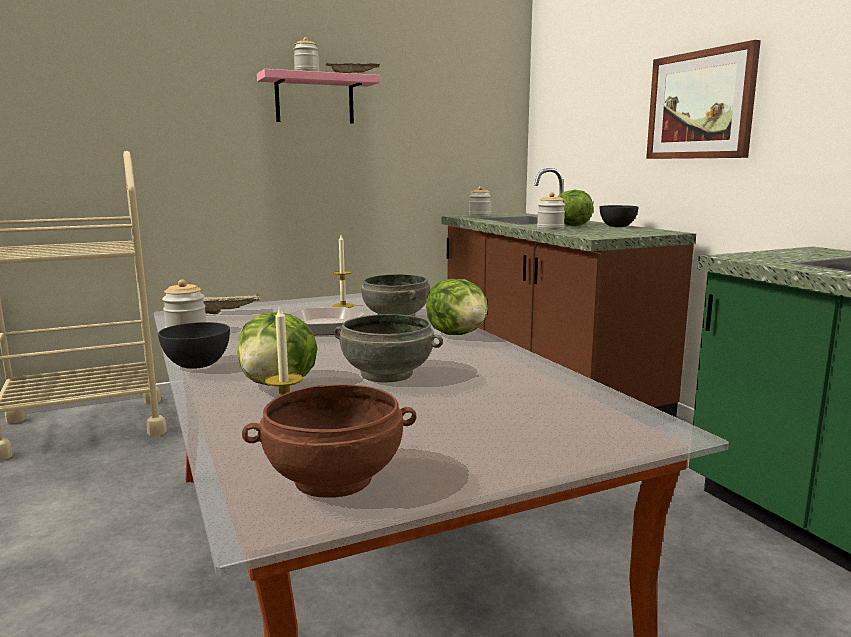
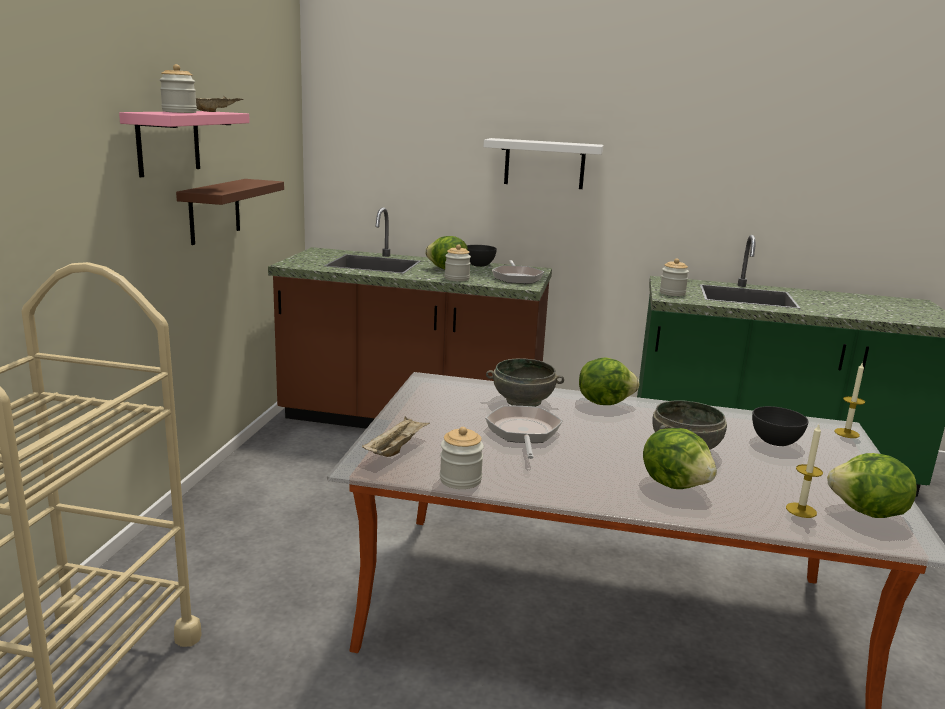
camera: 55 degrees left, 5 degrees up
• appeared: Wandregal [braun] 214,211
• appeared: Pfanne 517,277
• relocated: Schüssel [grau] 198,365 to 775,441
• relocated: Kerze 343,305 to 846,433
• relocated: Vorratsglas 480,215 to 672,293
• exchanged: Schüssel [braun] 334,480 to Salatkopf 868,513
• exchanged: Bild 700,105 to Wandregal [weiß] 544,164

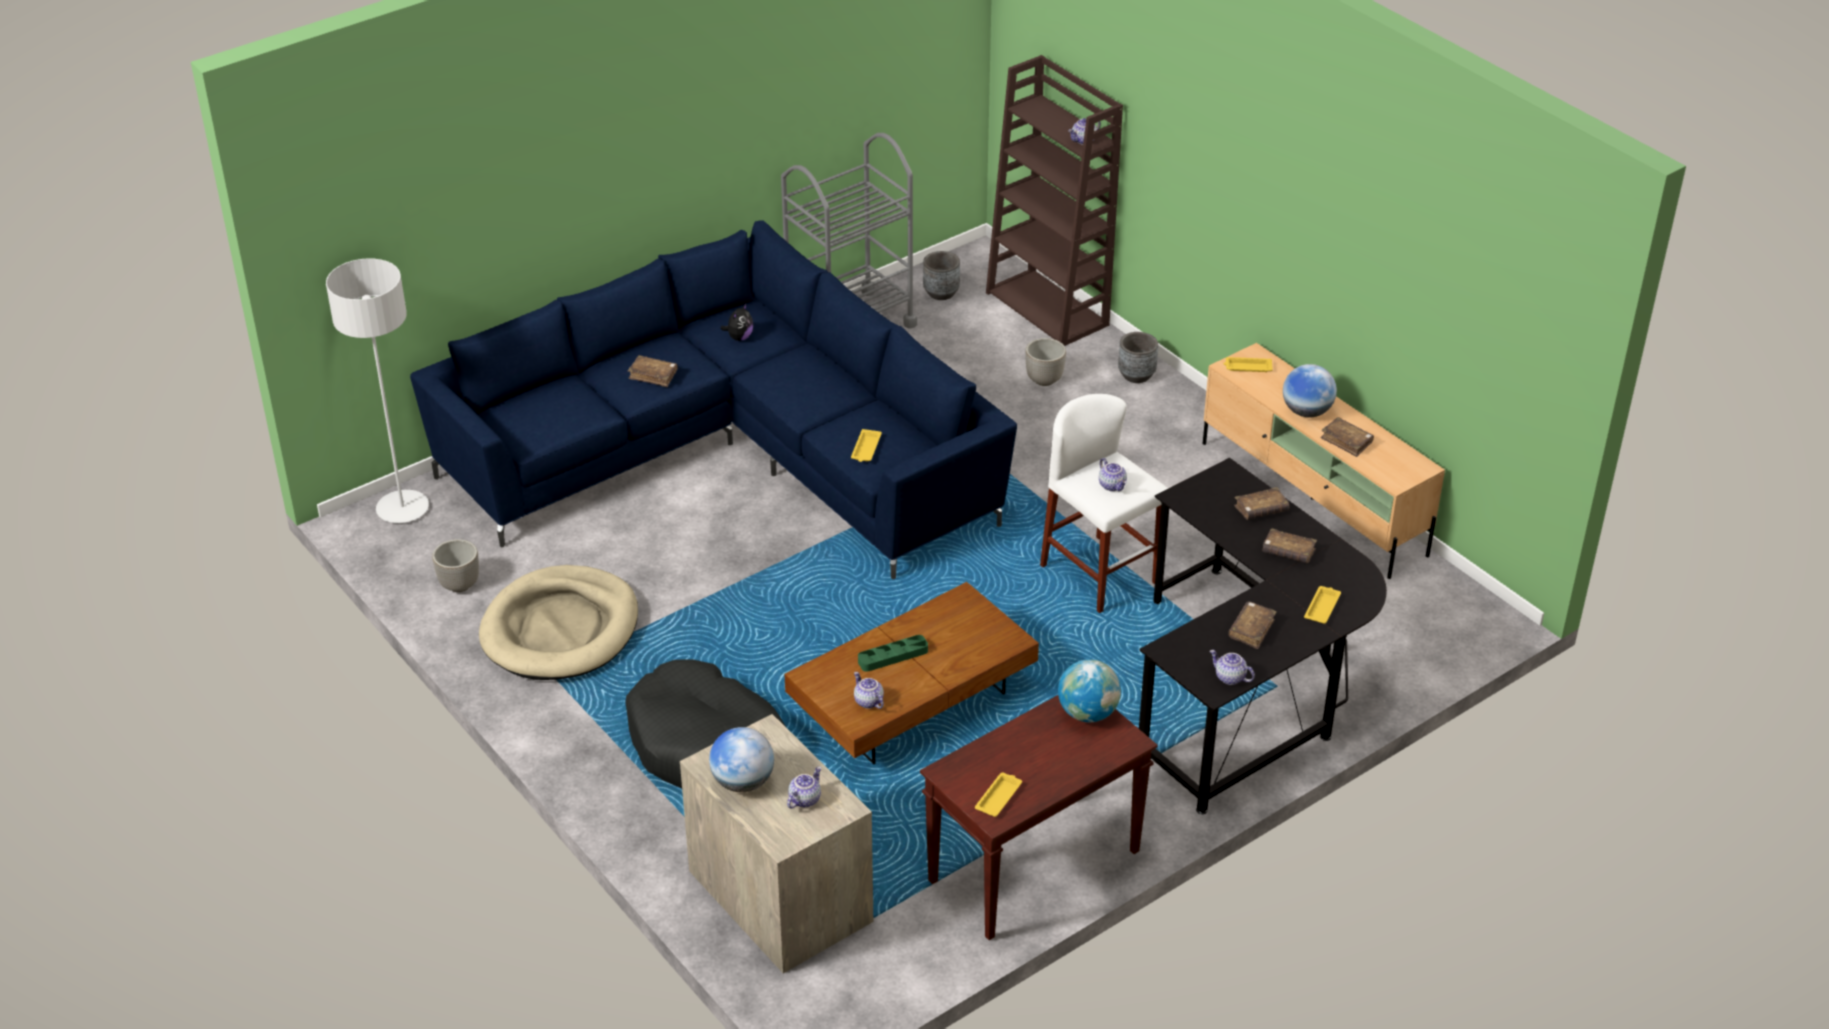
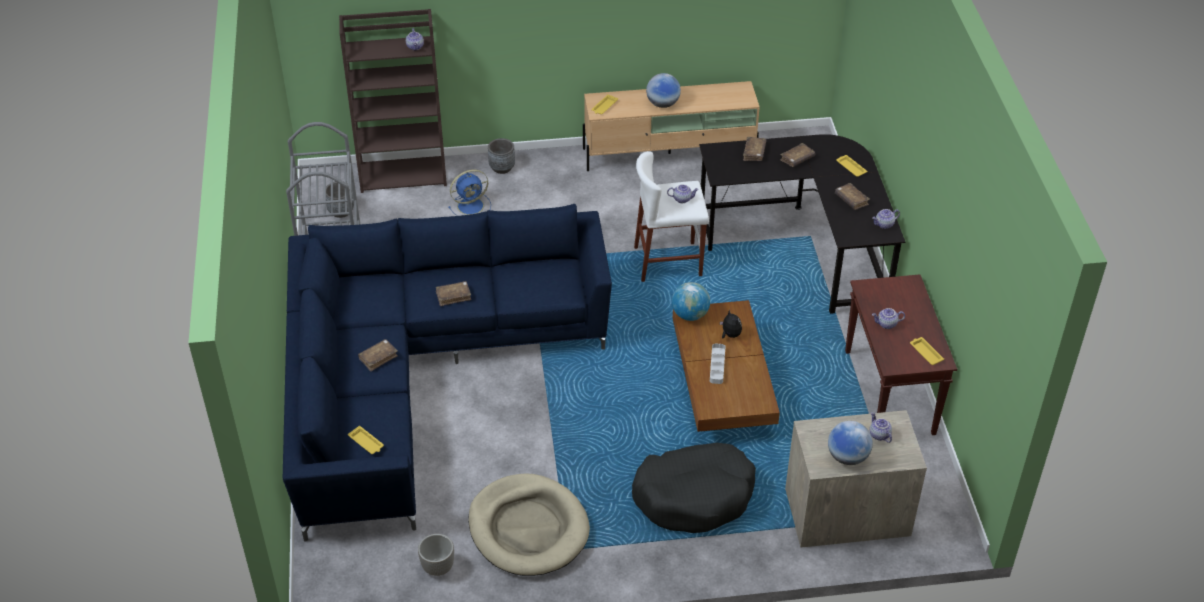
camera: 60 degrees left, 5 degrees up
• missing: Stehlampe [grau] 402,509
• relocated: Plüschtier 739,337 to 730,335
• relocated: Tablett [gelb] 866,449 to 366,442
• relocated: Teekanne 868,701 to 886,324
• relocated: Globus 1088,713 to 690,315
• relocated: Buch [braun] 1346,441 to 453,296
• exchanged: Pflanzkübel 1045,380 to Ventilator [blau] 471,205
• colour: Tablett [grün] 893,656 to Tablett [grau] 717,365

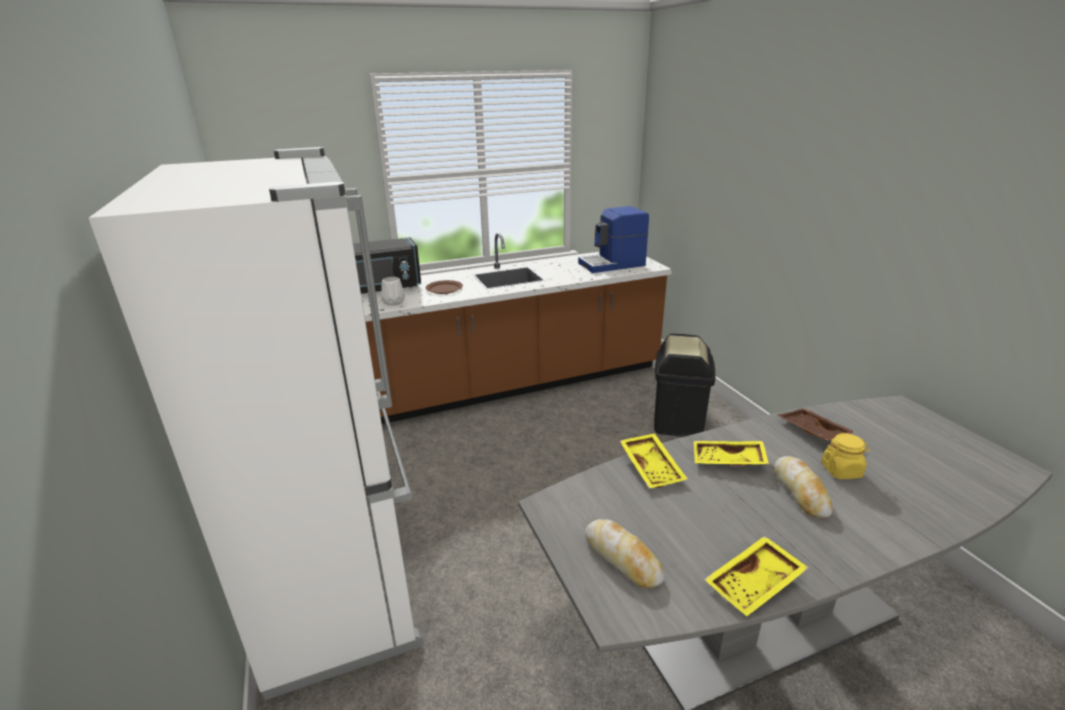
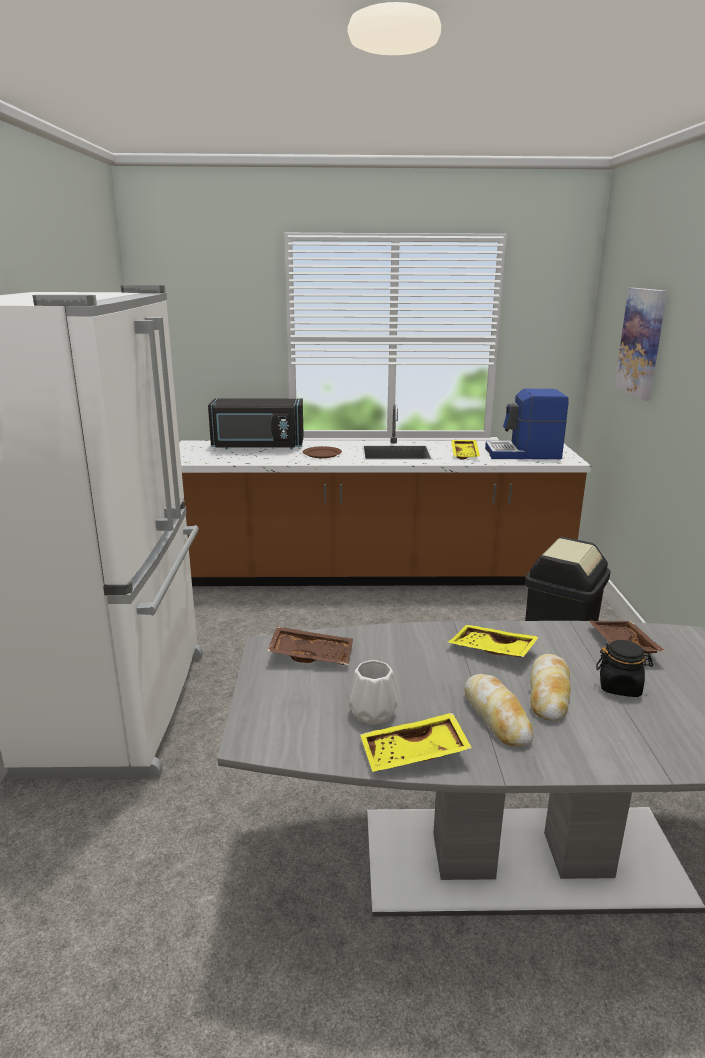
camera: 20 degrees right, 5 degrees down
• appeared: Tablett [braun] 311,654
• appeared: Bild 641,342
• relocated: Vase [weiß] 393,302 to 371,713
• relocated: Brot 622,558 to 496,716
• relocated: Tablett [gelb] 652,467 to 465,454
• colour: Vorratsglas [gelb] 841,470 to Vorratsglas [schwarz] 620,687

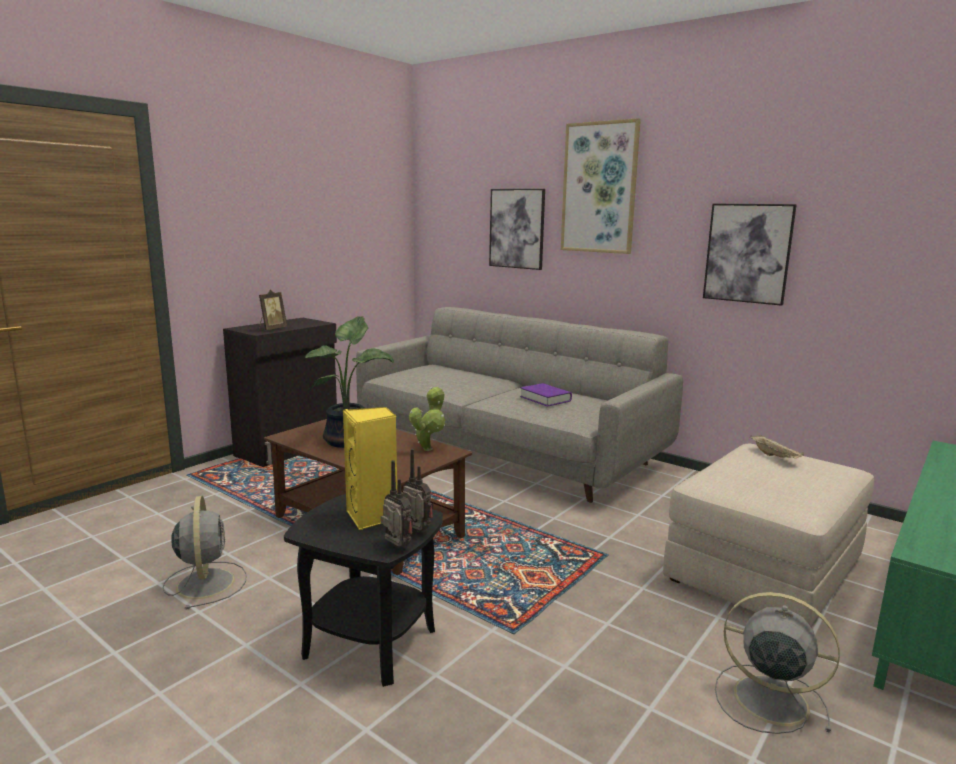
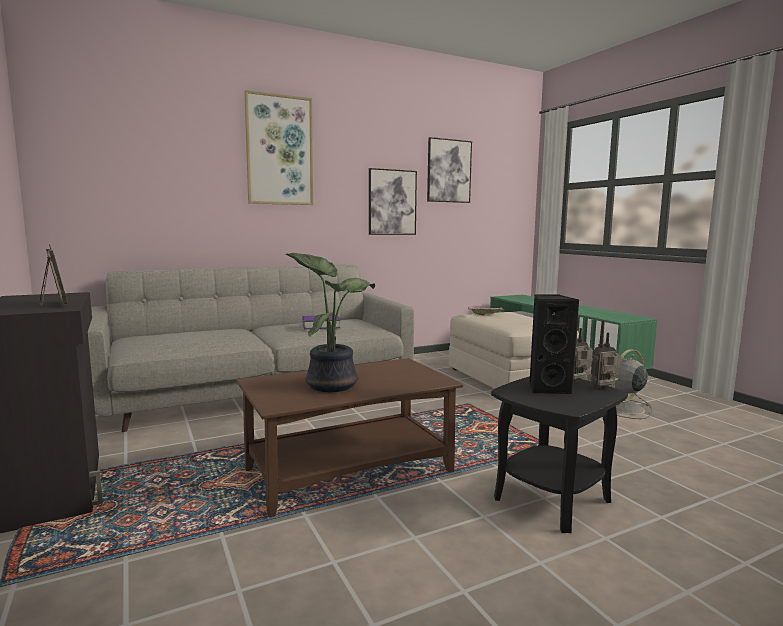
camera: 65 degrees left, 5 degrees down
• missing: Ventilator [grau] 206,582
• missing: Topfpflanze 428,448
• relocated: Bild 517,228 to 449,171
• colour: Lautsprecher [gelb] 372,517 to Lautsprecher [schwarz] 547,388

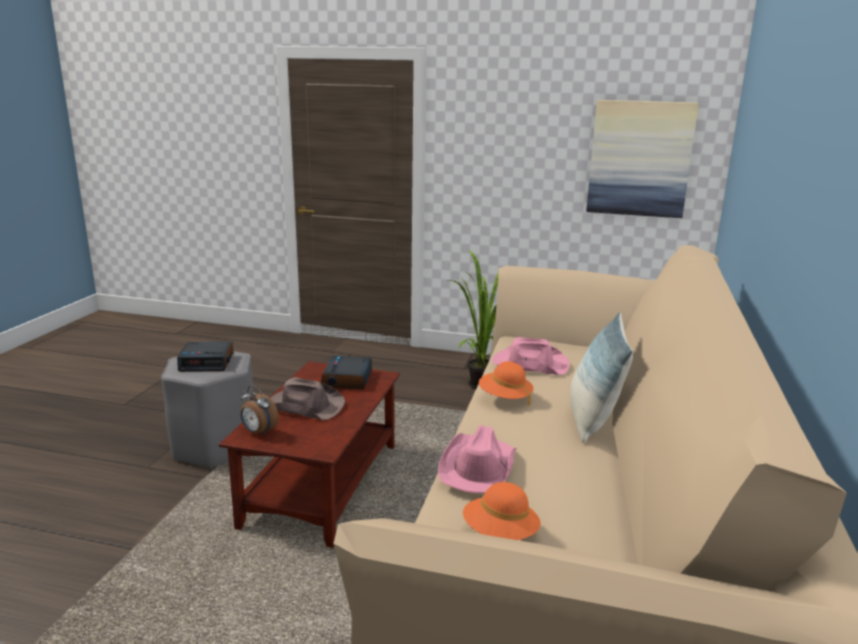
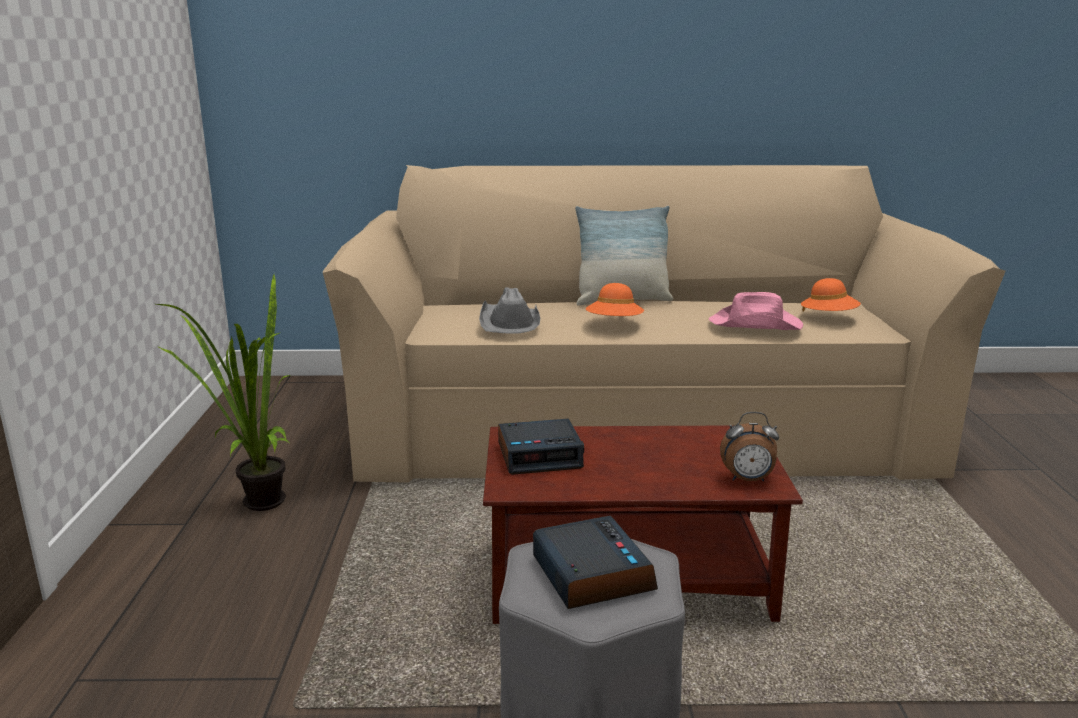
camera: 105 degrees left, 0 degrees up
• missing: Hut [braun] 305,405
• missing: Bild 639,159
• colour: Hut [rosa] 529,364 to Hut [grau] 510,322
• spun: Wecker 258,432 = 747,480 75 degrees clockwise

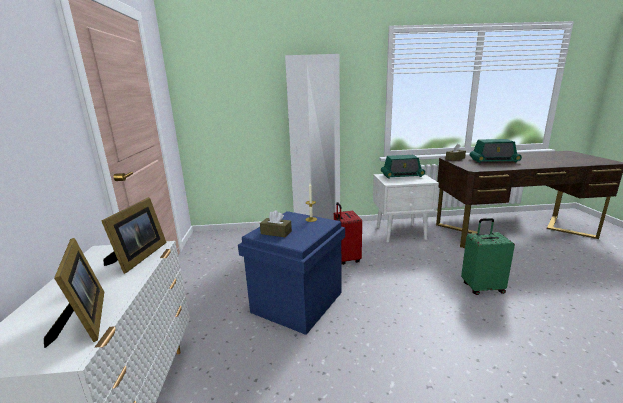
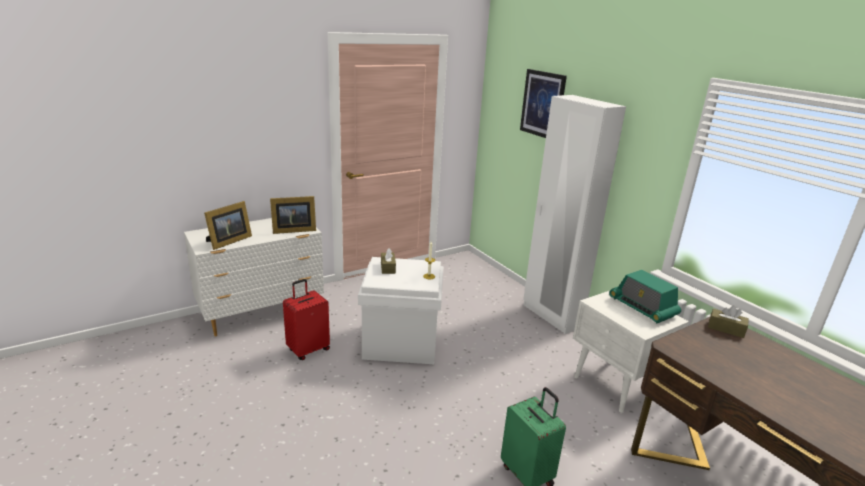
camera: 60 degrees right, 5 degrees up
• missing: Radio 493,161
• appeared: Bild 542,104
• relocated: Koffer [rot] 346,258 to 308,349
• colour: Aufbewahrungsbox [blau] 297,303 to Aufbewahrungsbox [weiß] 400,343

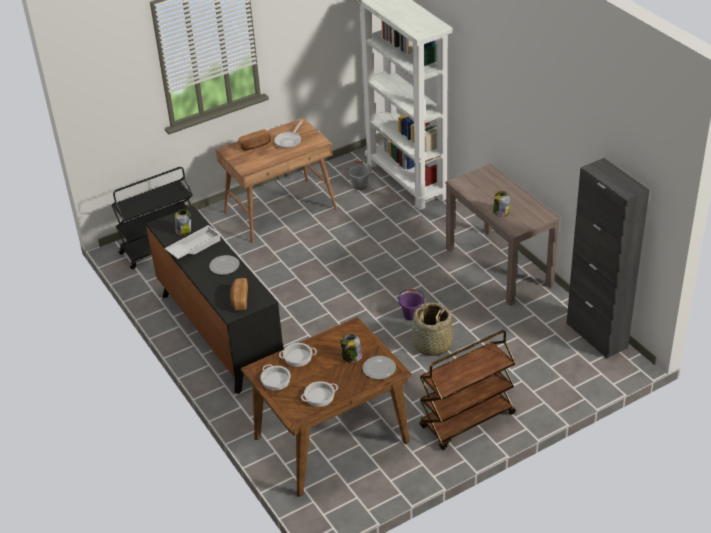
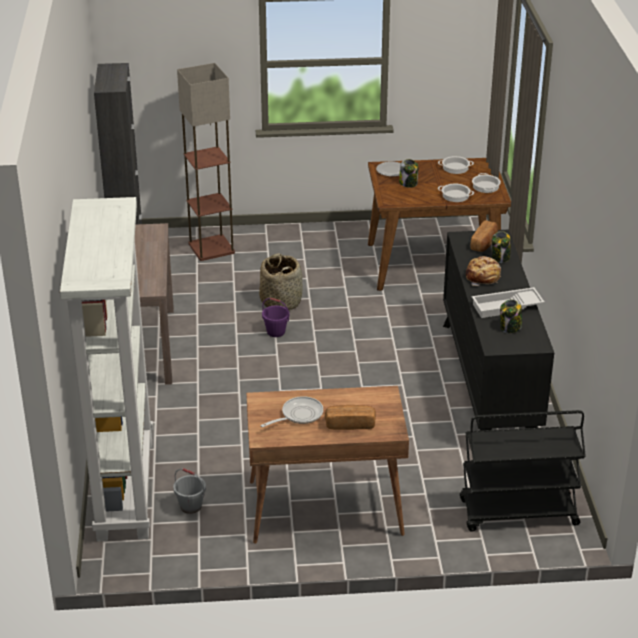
camera: 155 degrees left, 5 degrees down
• missing: Rollwagen [braun] 467,421
• appeared: Stehlampe 211,248
• relocated: Vorratsglas 500,212 to 500,258
• exchanged: Teller 224,266 to Brot 483,277

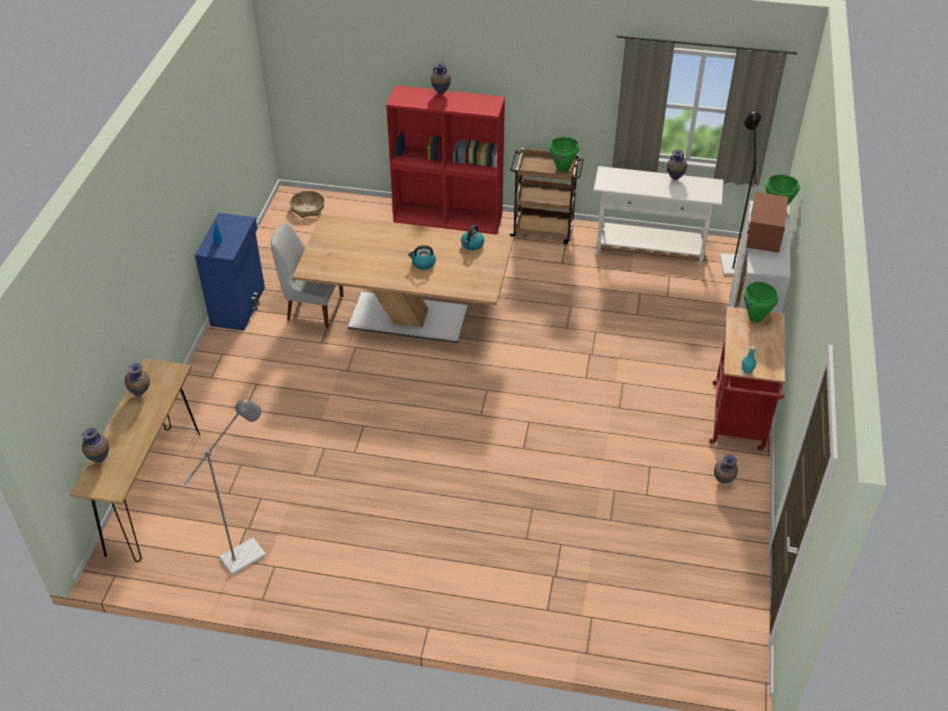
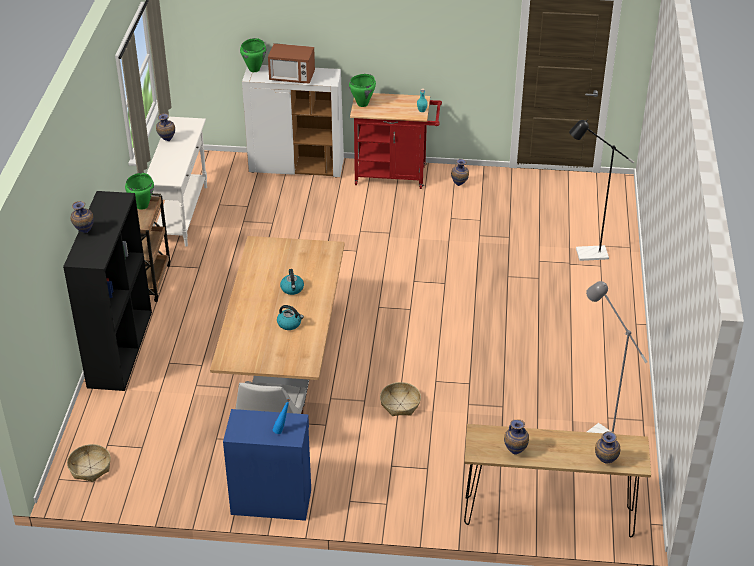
camera: 95 degrees left, 5 degrees down
• appeared: Korb 400,404
• relocated: Wasserkessel 472,245 to 289,324
• relocated: Stehlampe [schwarz] 730,261 to 585,254
• colour: Bücherregal [rot] 449,218 to Bücherregal [schwarz] 119,348

